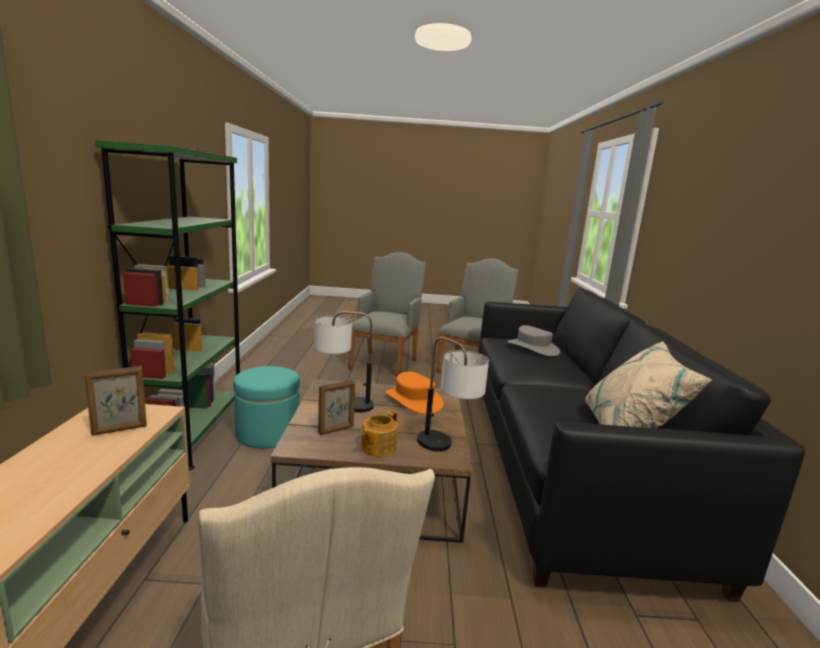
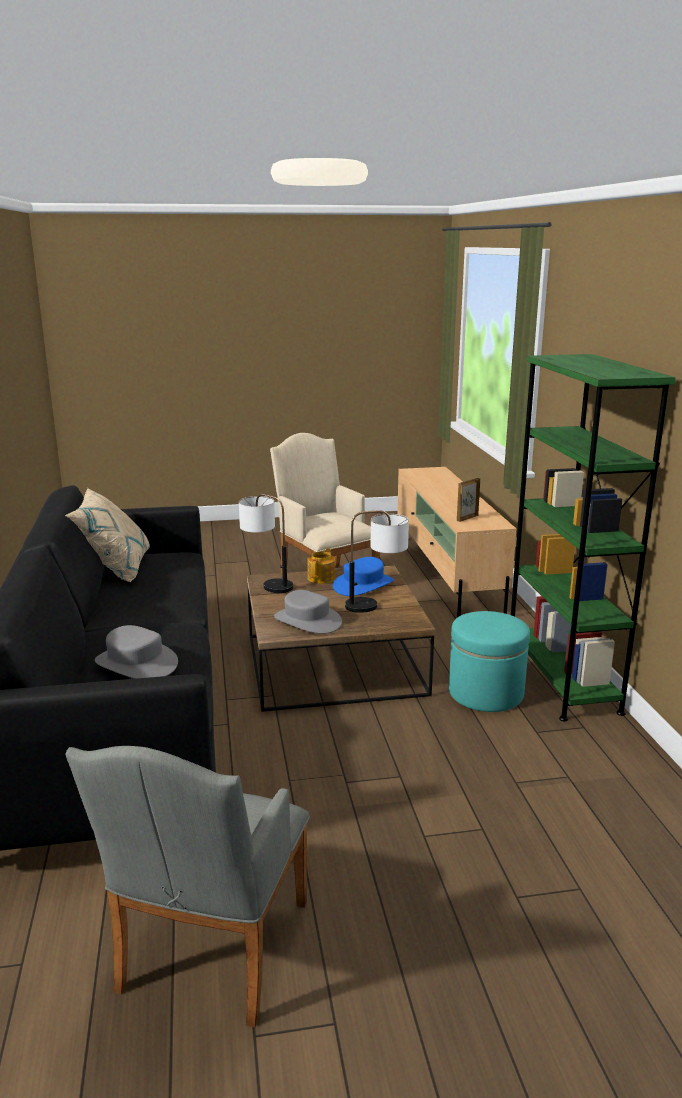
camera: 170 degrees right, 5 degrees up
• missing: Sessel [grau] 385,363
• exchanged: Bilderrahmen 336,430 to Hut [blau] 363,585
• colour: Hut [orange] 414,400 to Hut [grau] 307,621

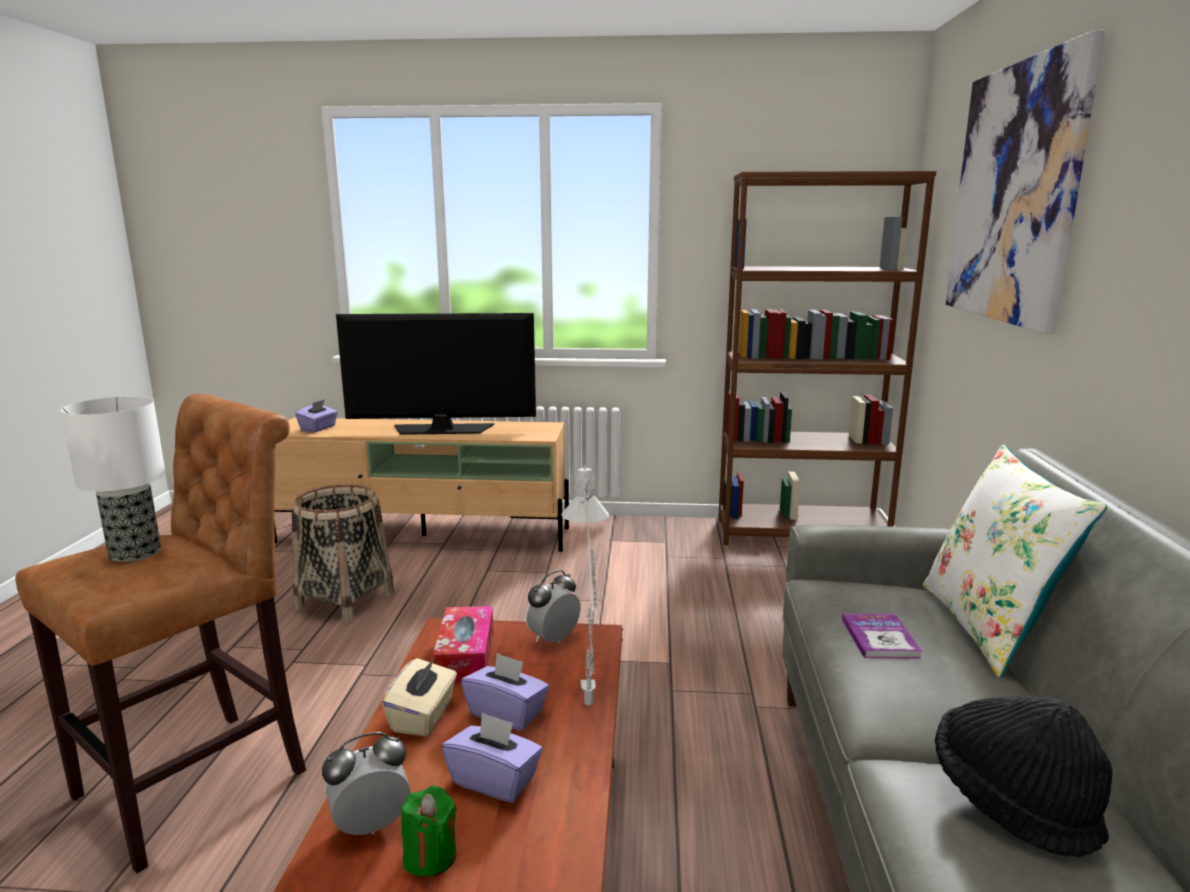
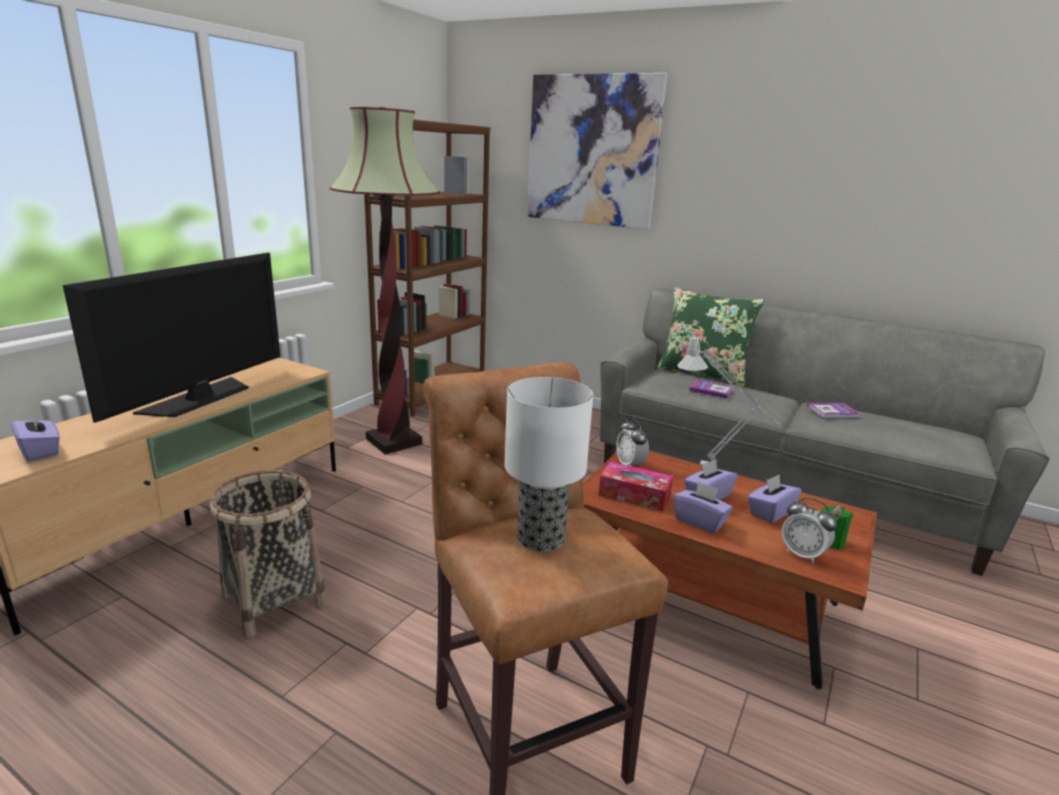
camera: 65 degrees left, 5 degrees up
• appeared: Stehlampe 394,441
• exchanged: Hut [schwarz] 1012,801 to Buch 833,412
• colour: Taschentuchbox [beige] 423,716 to Taschentuchbox [lila] 700,521
• colour: Kissen [weiß] 989,627 to Kissen [grün] 702,374
• spun: Wecker 371,825 = 802,554 45 degrees counterclockwise

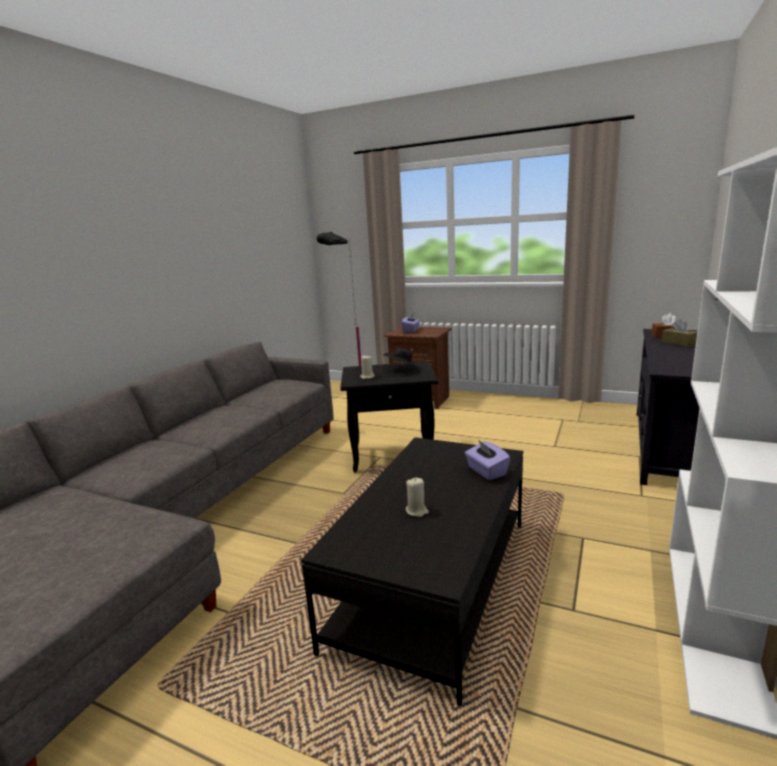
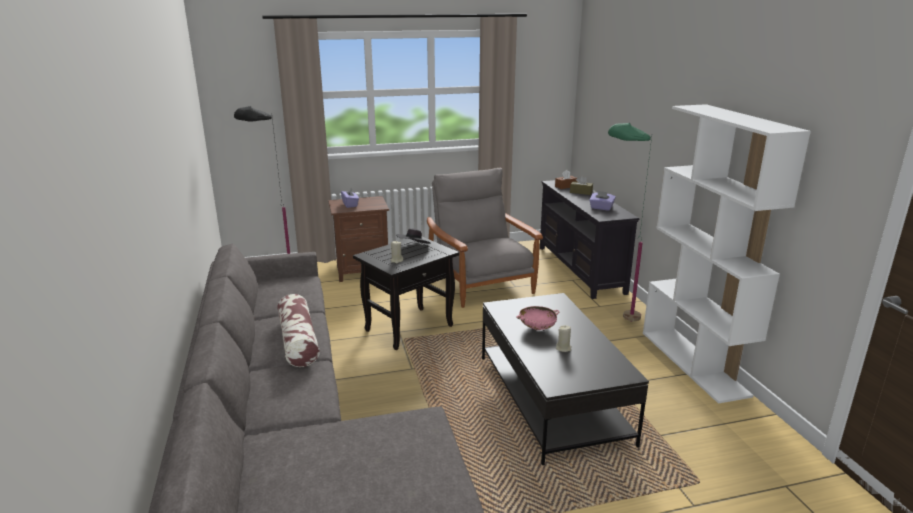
camera: 40 degrees left, 5 degrees up
• appeared: Kissen 298,341
• appeared: Sessel [grau] 480,282
• appeared: Schüssel [rosa] 537,327
• appeared: Stehlampe [grün] 615,320
• relocated: Taschentuchbox [lila] 486,471 to 601,208

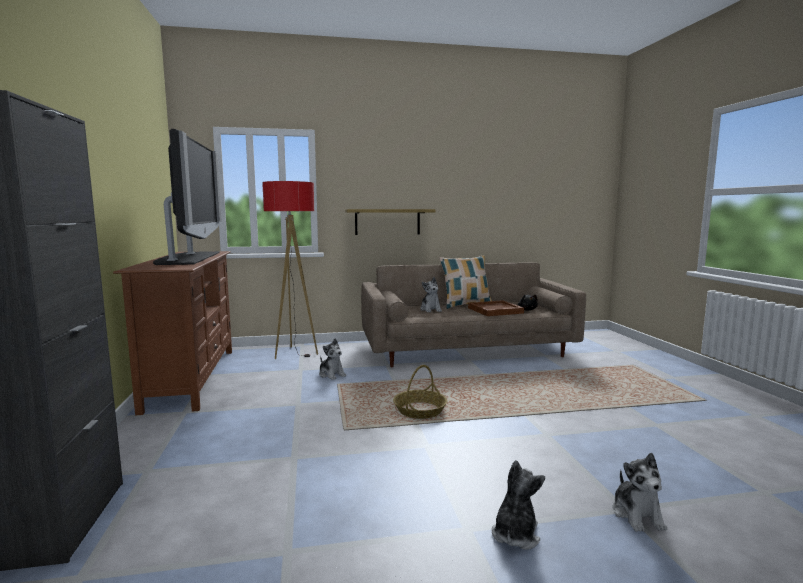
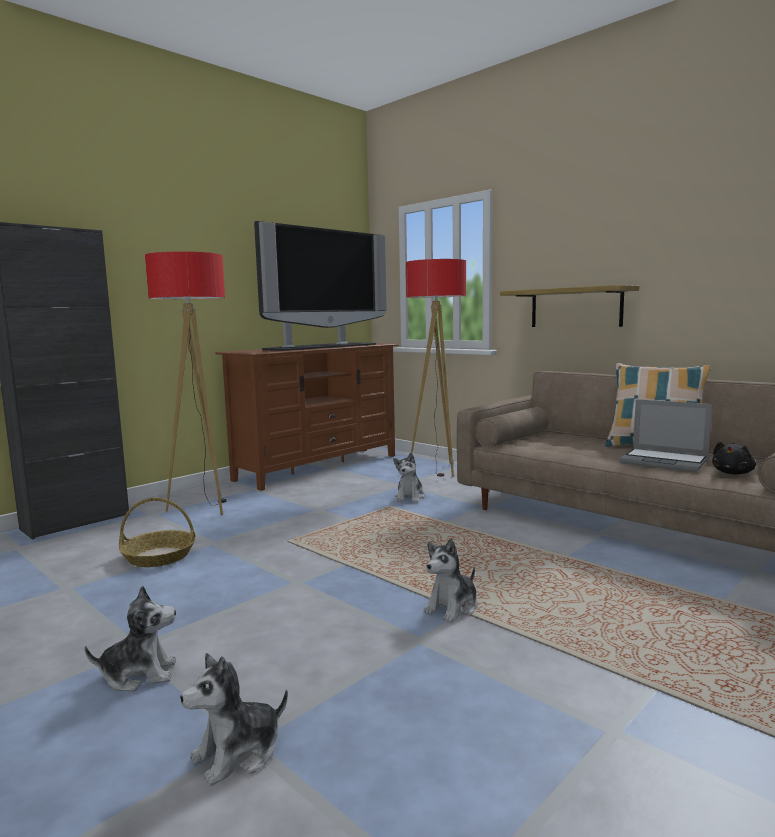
camera: 55 degrees right, 0 degrees up
• appeared: Stehlampe 203,507
• relocated: Korb 420,410 to 158,557
• relocated: Plüschtier 431,309 to 452,607
• exchanged: Tablett [braun] 495,310 to Laptop 665,462

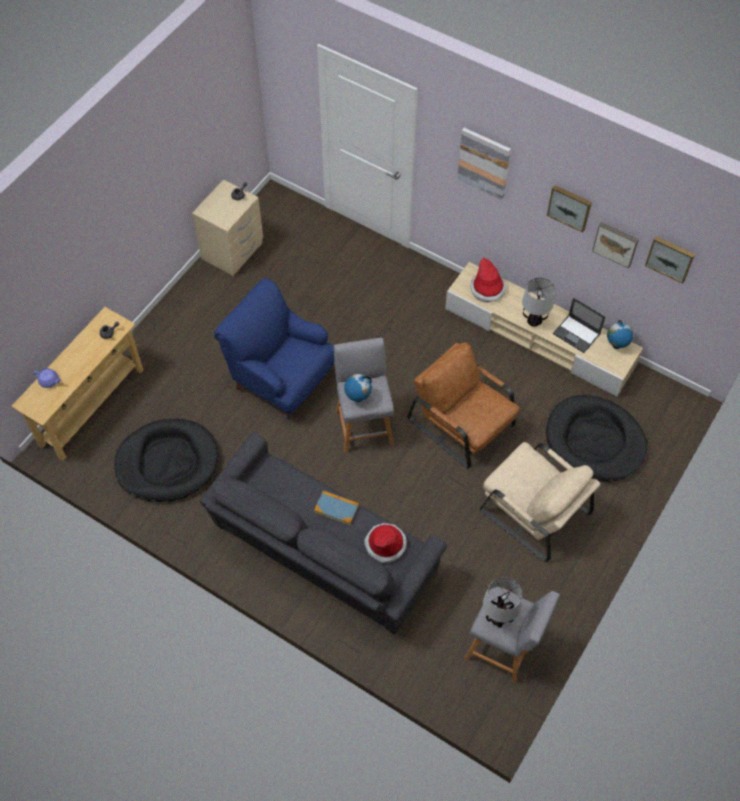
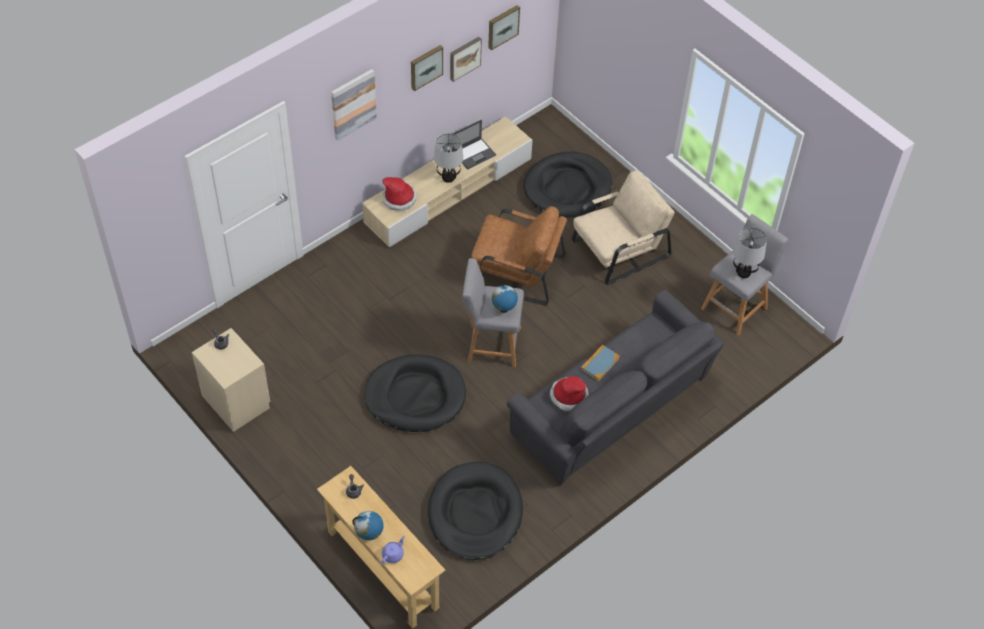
camera: 75 degrees left, 5 degrees down
• relocated: Hut 385,544 to 568,396
• relocated: Globus 616,345 to 369,536
• exchanged: Sessel [blau] 281,379 to Hundebett [schwarz] 415,396
• spun: Sessel [braun] 463,423 = 516,271 135 degrees counterclockwise

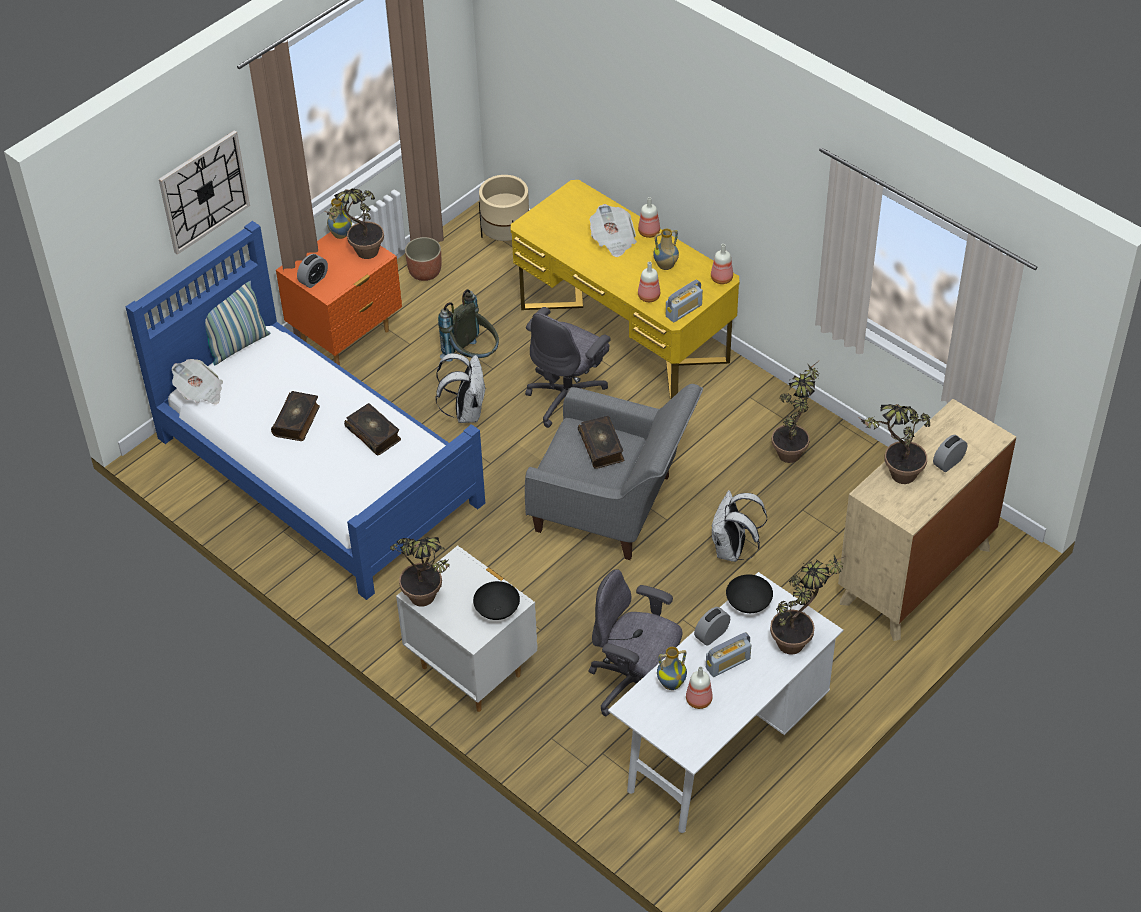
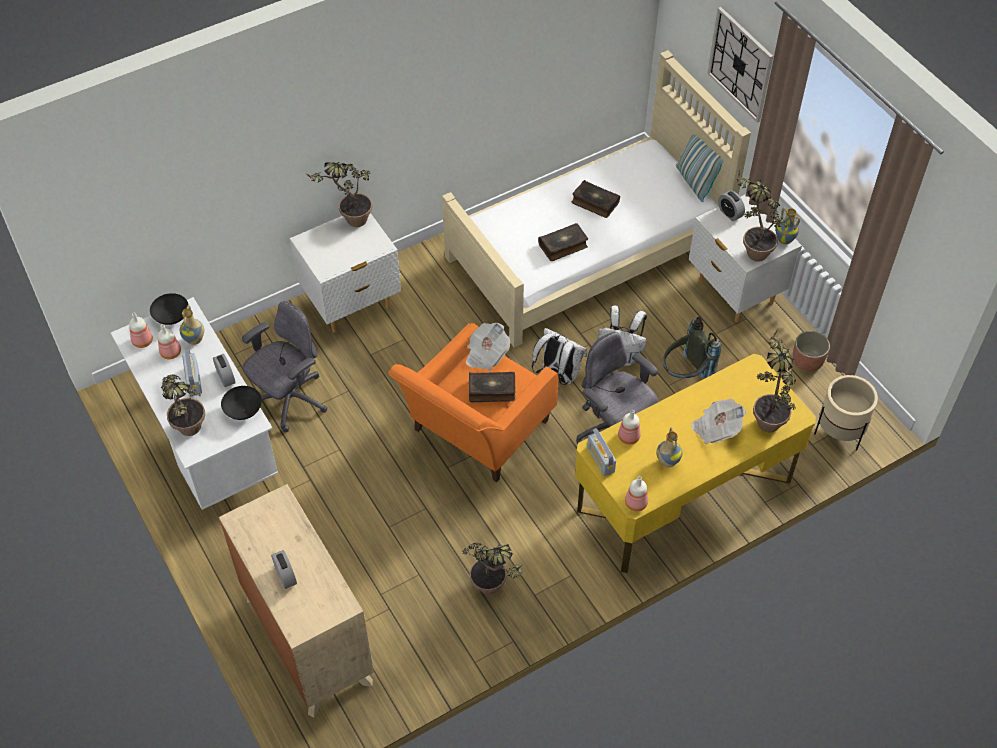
camera: 105 degrees right, 5 degrees up
• relocated: Zeitung 200,392 to 486,354
• relocated: Schüssel [schwarz] 498,610 to 171,317
• relocated: Flasche 649,232 to 142,342
• relocated: Rucksack [weiß] 732,550 to 557,375
• relocated: Topfpflanze 894,477 to 767,416
• colour: Bett [blau] 318,469 to Bett [beige] 588,250
• colour: Nachttisch [orange] 346,337 to Nachttisch [weiß] 735,293
• colour: Sessel [grau] 613,507 to Sessel [orange] 476,433

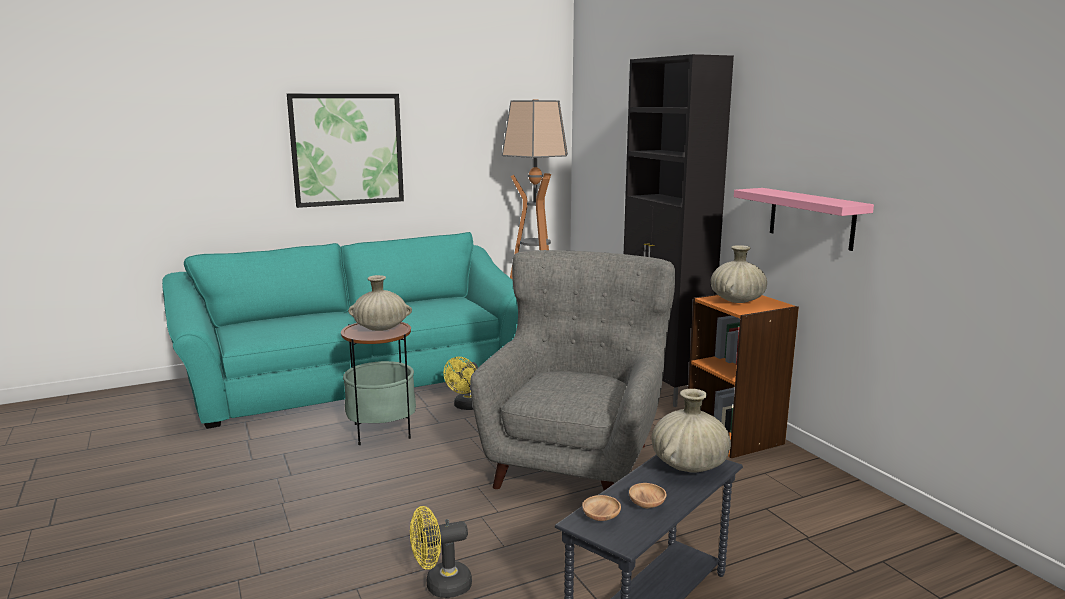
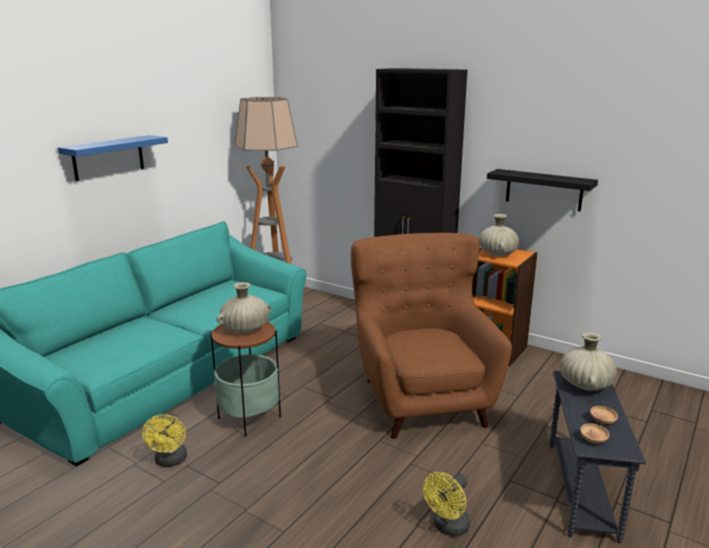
camera: 30 degrees left, 5 degrees up
• relocated: Ventilator [gelb] 466,407 to 170,461
• exchanged: Bild 347,149 to Wandregal [blau] 108,157
• colour: Sessel [grau] 575,462 to Sessel [braun] 422,399
• colour: Wandregal [rosa] 811,218 to Wandregal [schwarz] 543,190

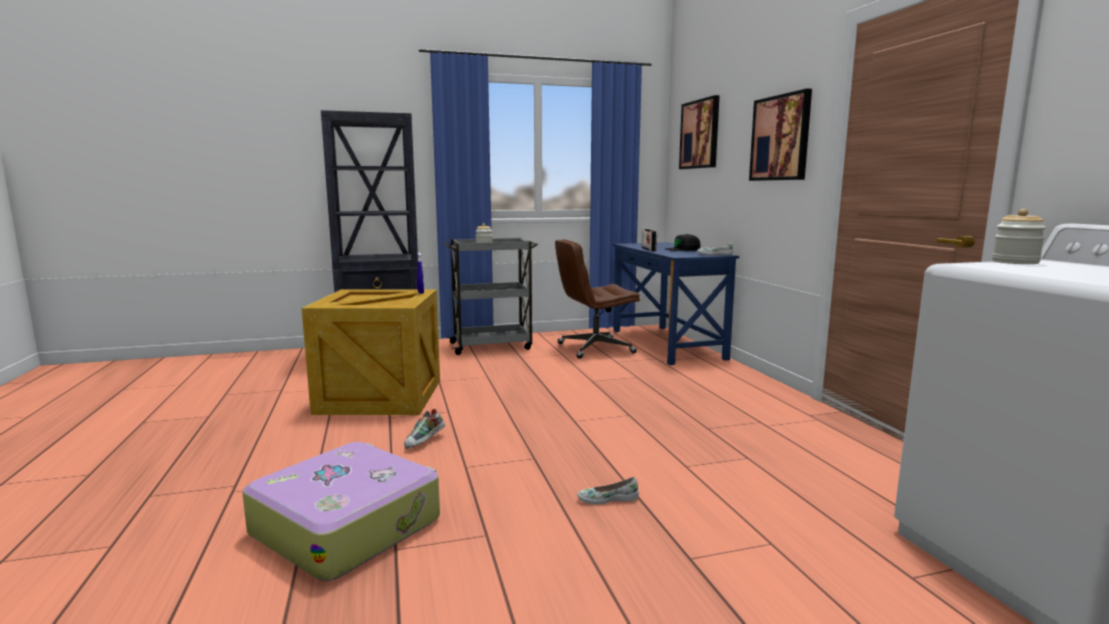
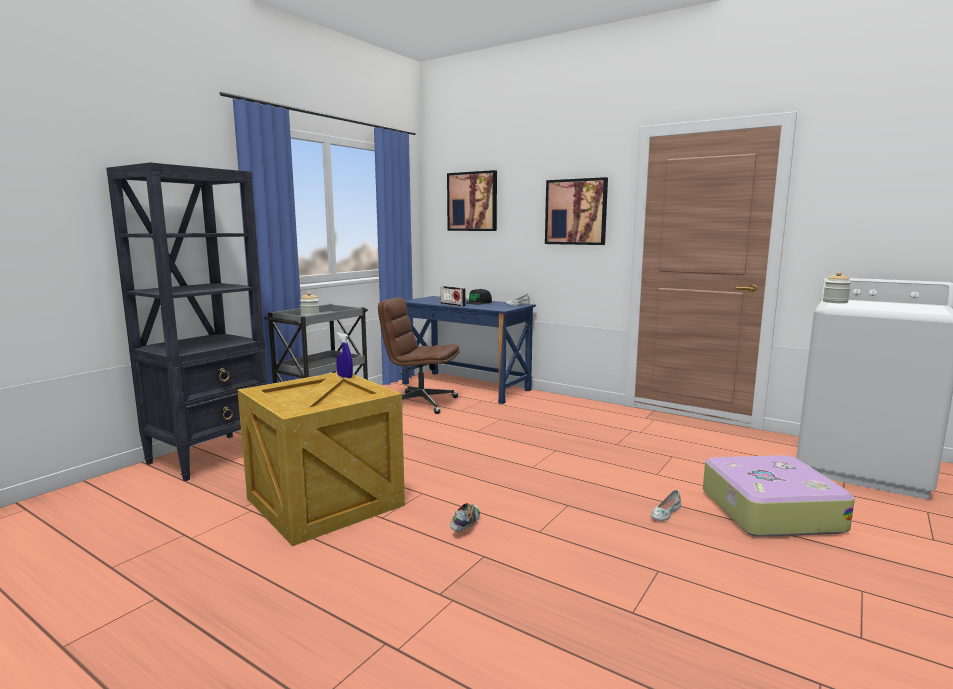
camera: 40 degrees left, 0 degrees up
• relocated: Koffer 347,525 to 768,510
• spun: Schuh 425,442 = 465,526 150 degrees counterclockwise
• spun: Bürostuhl [braun] 594,348 = 420,403 75 degrees clockwise

